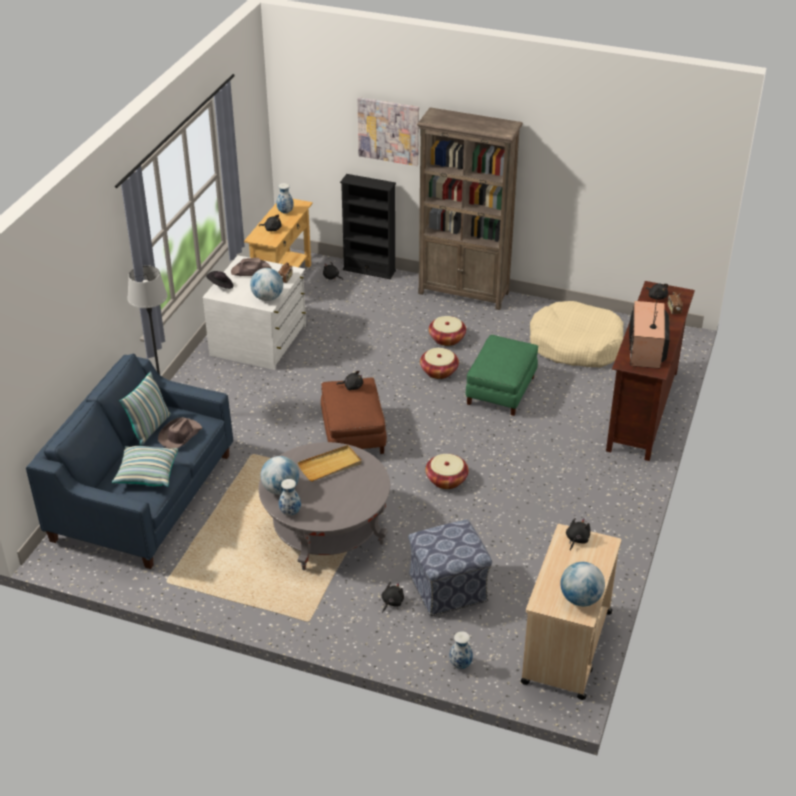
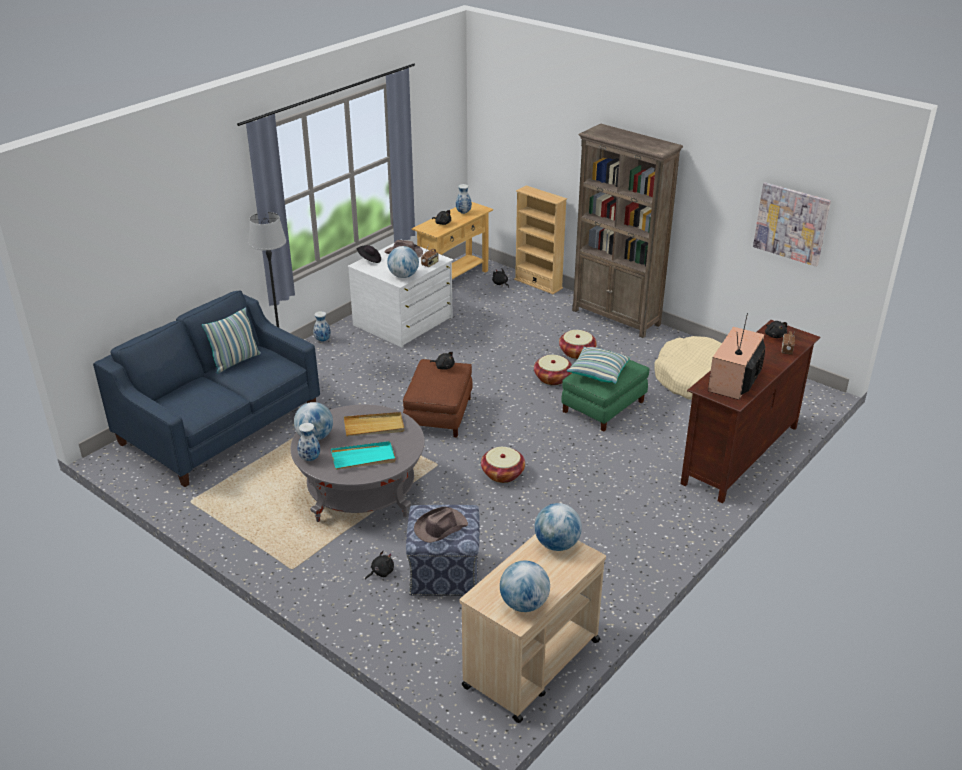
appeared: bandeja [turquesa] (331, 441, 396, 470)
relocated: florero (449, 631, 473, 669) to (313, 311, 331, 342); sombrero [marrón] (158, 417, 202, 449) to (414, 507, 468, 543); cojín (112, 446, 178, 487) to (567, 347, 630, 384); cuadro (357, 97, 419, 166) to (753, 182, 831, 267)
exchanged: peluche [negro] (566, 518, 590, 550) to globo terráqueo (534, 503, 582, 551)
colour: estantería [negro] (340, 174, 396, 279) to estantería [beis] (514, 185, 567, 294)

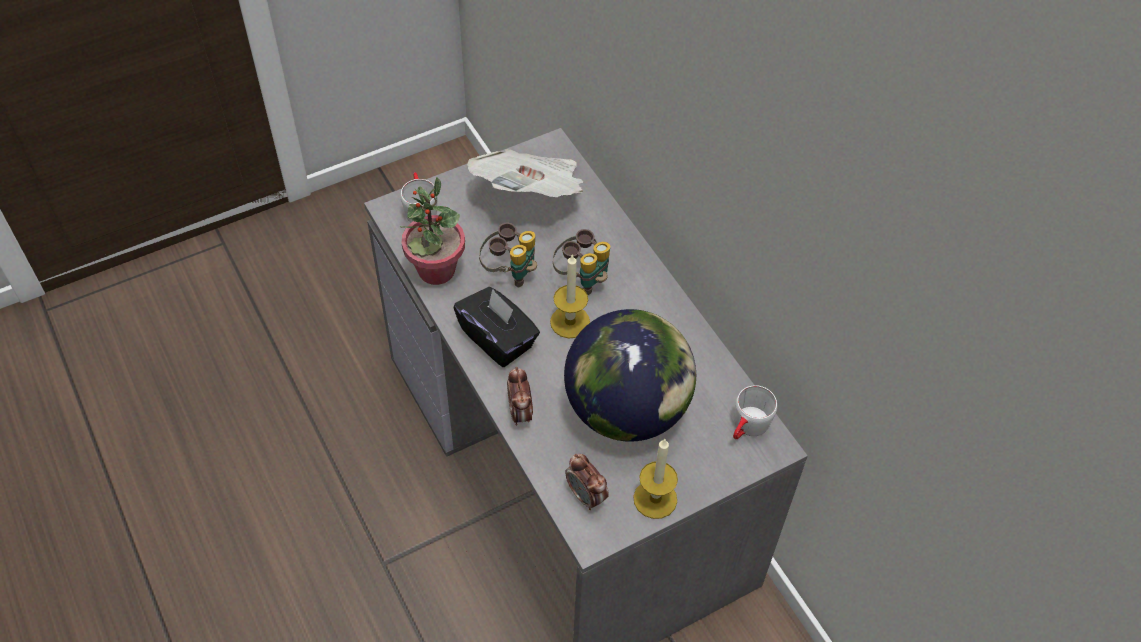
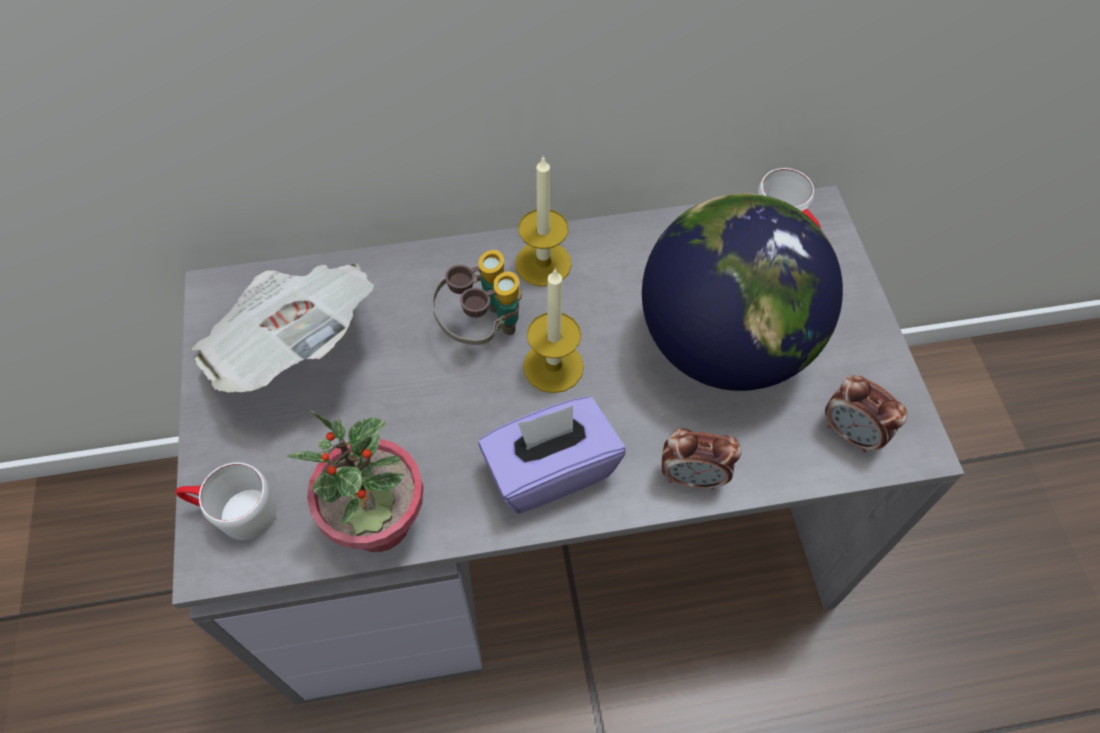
missing: prismáticos (479, 223, 537, 287)
relocated: vela (633, 438, 678, 519) to (515, 156, 572, 287)
colour: caja de pañuelos [negro] (453, 287, 540, 367) to caja de pañuelos [morado] (478, 396, 625, 514)
spun: despertador (565, 454, 609, 510) = (825, 375, 907, 453) 60 degrees clockwise

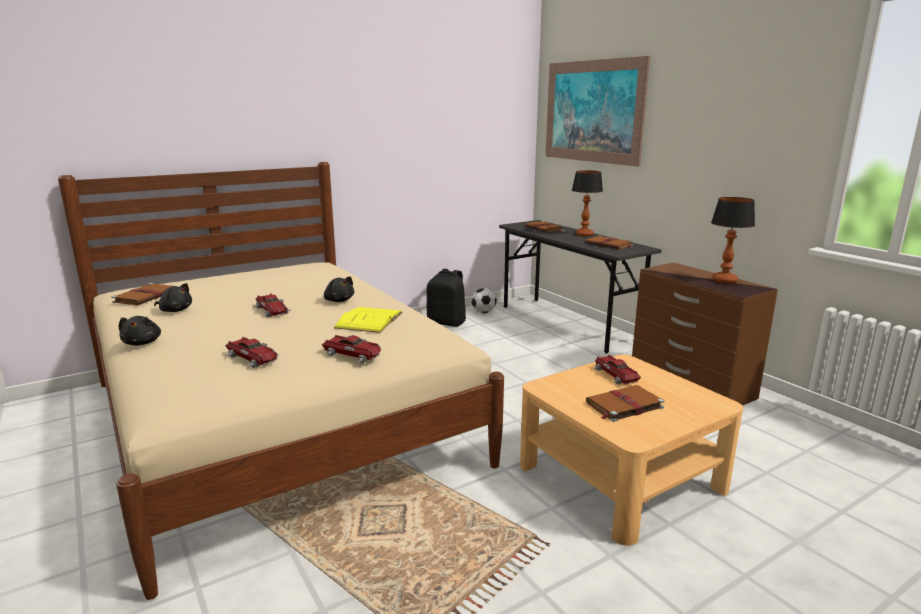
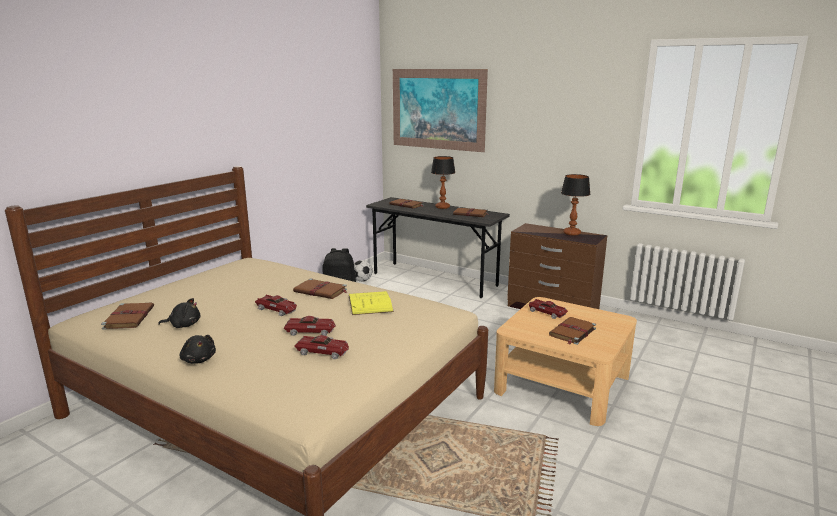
relocated: coche de juguete (322, 335, 381, 363) to (284, 316, 336, 336)
exchanged: peluche [negro] (324, 276, 354, 302) to libro [marrón] (293, 278, 347, 299)

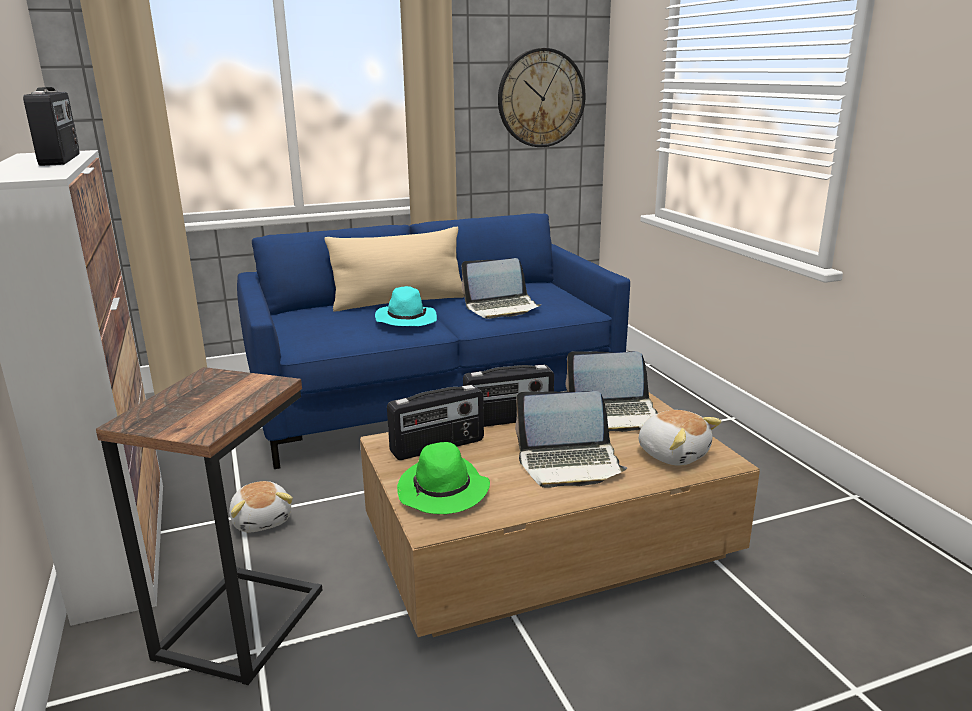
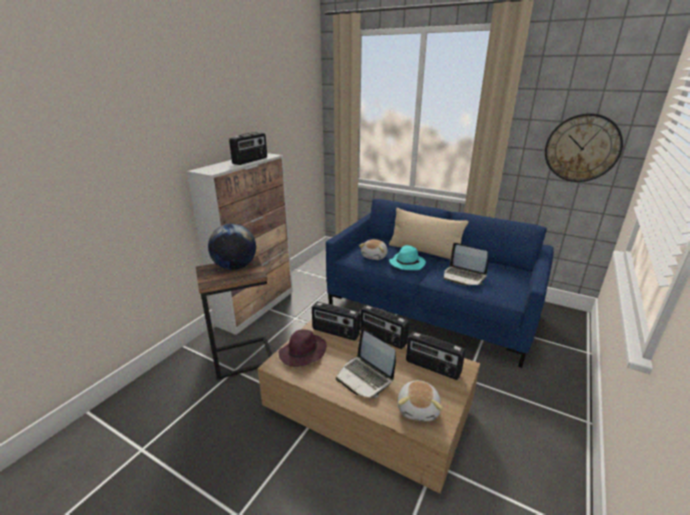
appeared: globo terráqueo (208, 224, 256, 270)
relocated: peluche (229, 481, 293, 533) to (359, 239, 388, 260)
exchanged: portátil (566, 351, 658, 432) to radio (406, 331, 465, 380)
colour: sombrero [verde] (397, 442, 490, 514) to sombrero [morado] (279, 329, 327, 367)

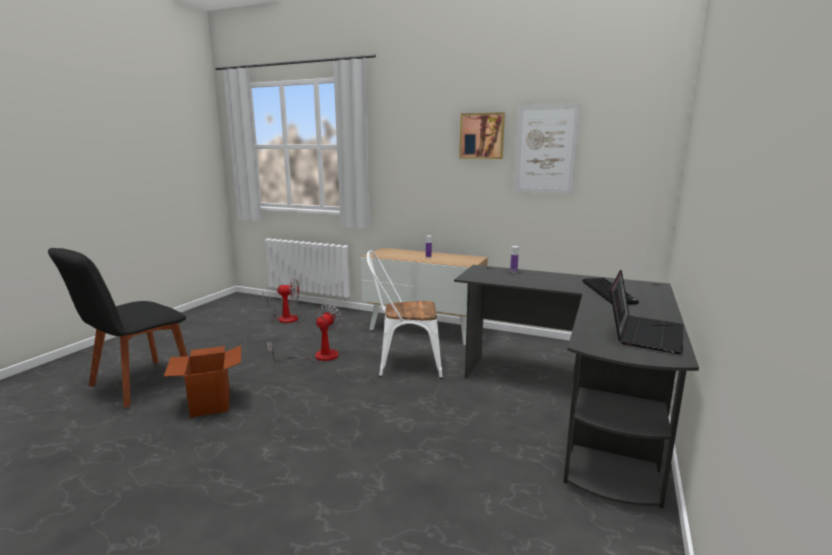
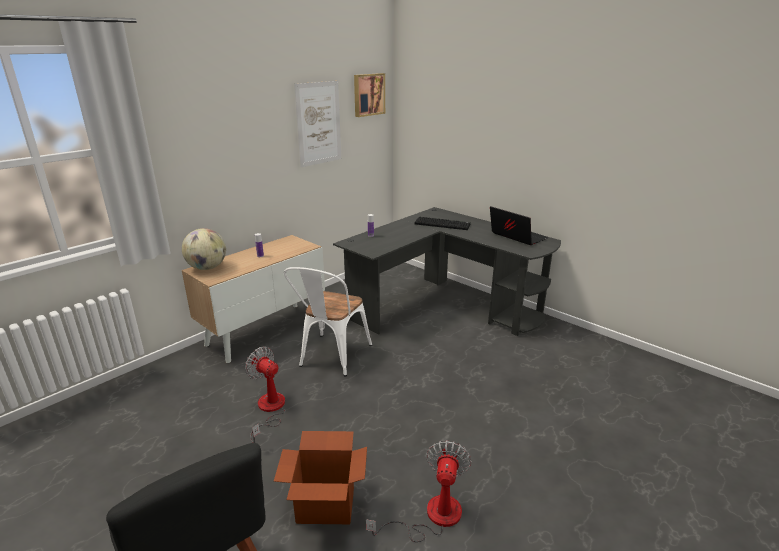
appeared: globo terráqueo (182, 228, 226, 270)
relocated: cuadro (459, 112, 505, 159) to (354, 73, 385, 117); ventilador (263, 278, 299, 323) to (366, 440, 471, 542)

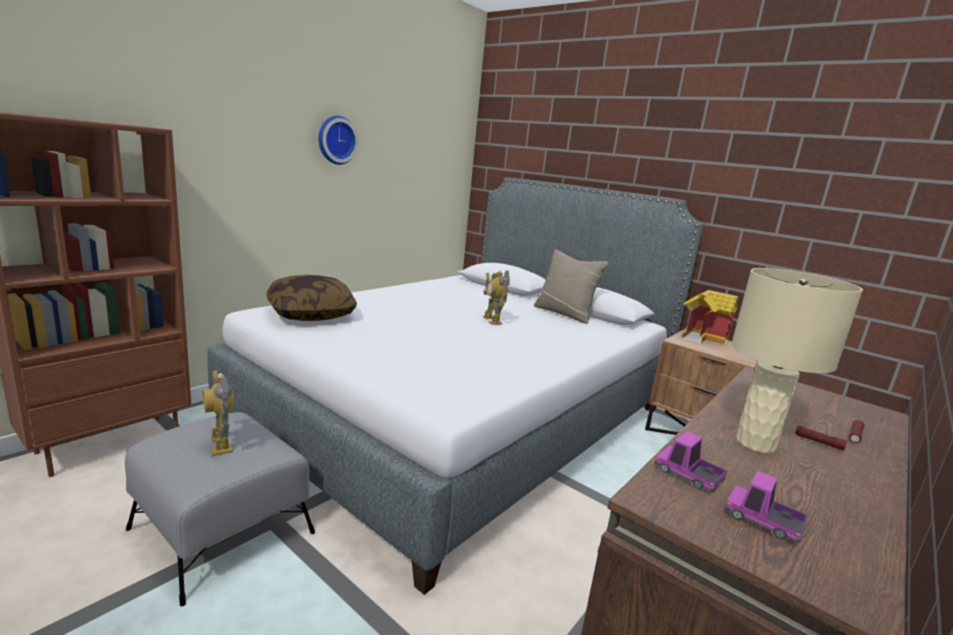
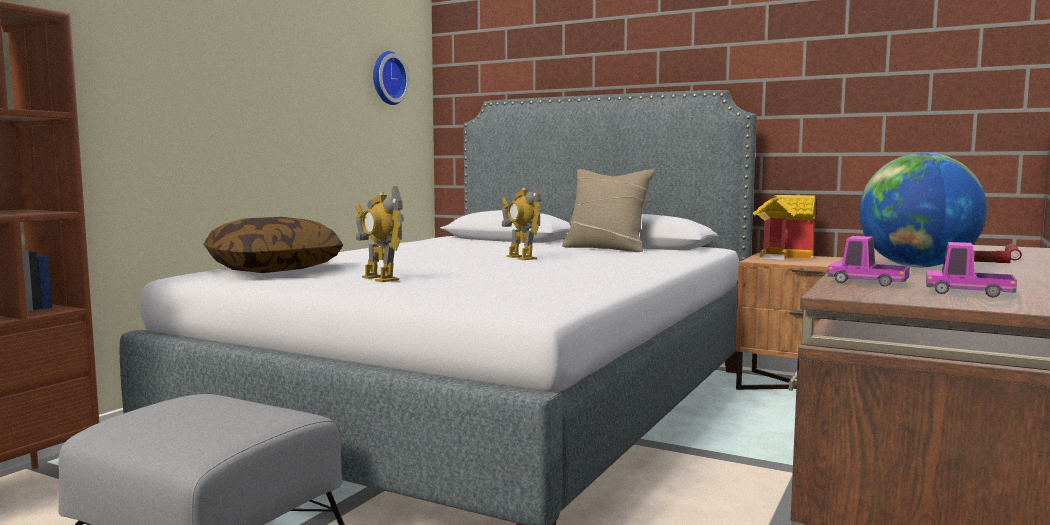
relocated: robot de juguete (203, 370, 234, 456) to (355, 186, 404, 282); reloj de pared (318, 116, 359, 165) to (373, 51, 410, 105)
exchanged: lámpara de mesa [beis] (732, 268, 863, 453) to globo terráqueo (859, 152, 987, 267)

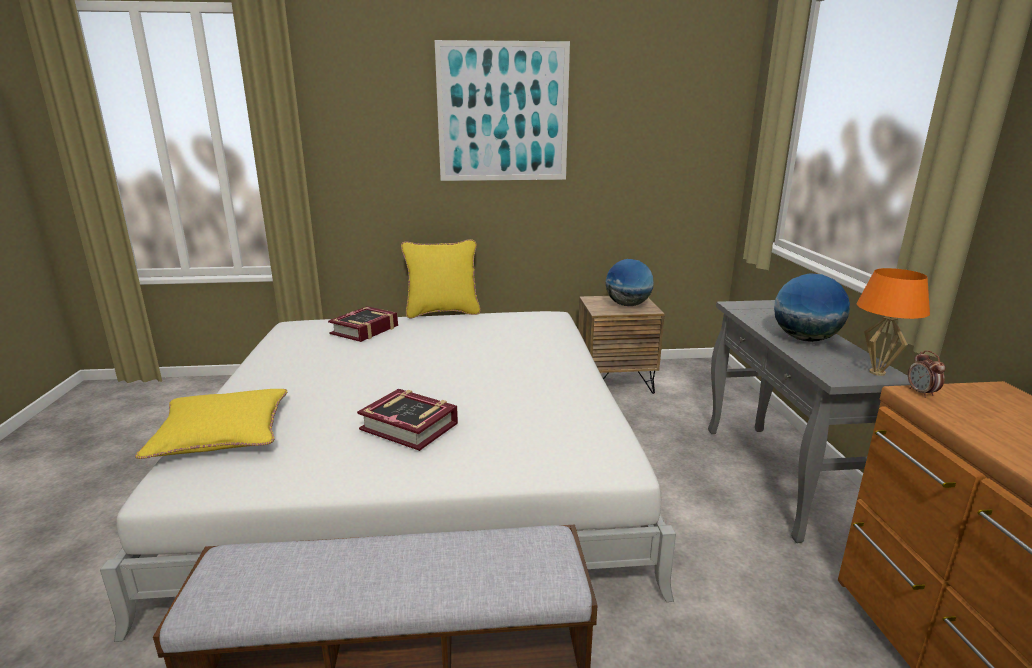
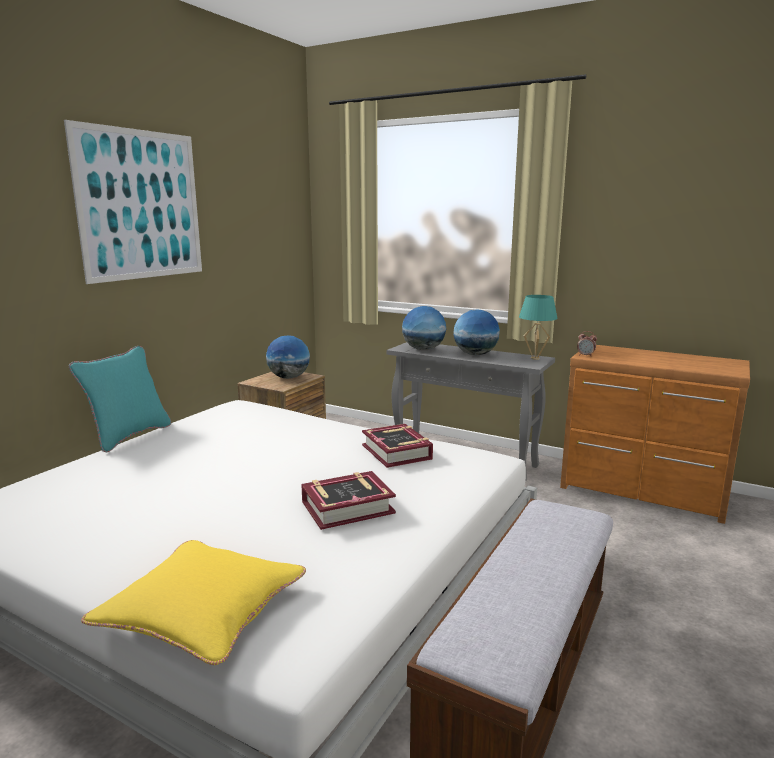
appeared: globo terráqueo (402, 306, 446, 350)
relocated: libro (328, 306, 398, 342) to (362, 424, 433, 468)
colour: cojín [amarillo] (401, 239, 481, 319) to cojín [turquesa] (68, 346, 171, 452); lámpara de mesa [naranja] (857, 268, 930, 376) to lámpara de mesa [turquesa] (519, 295, 558, 360)

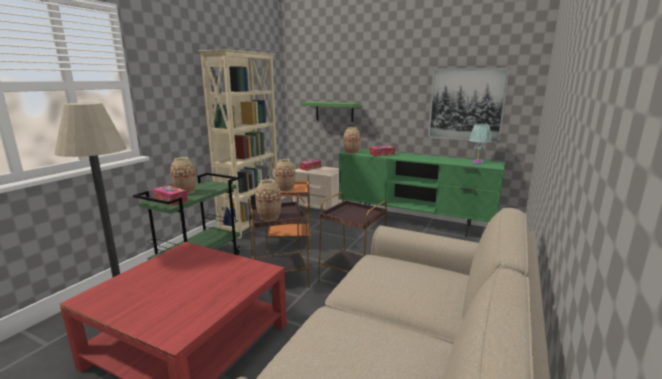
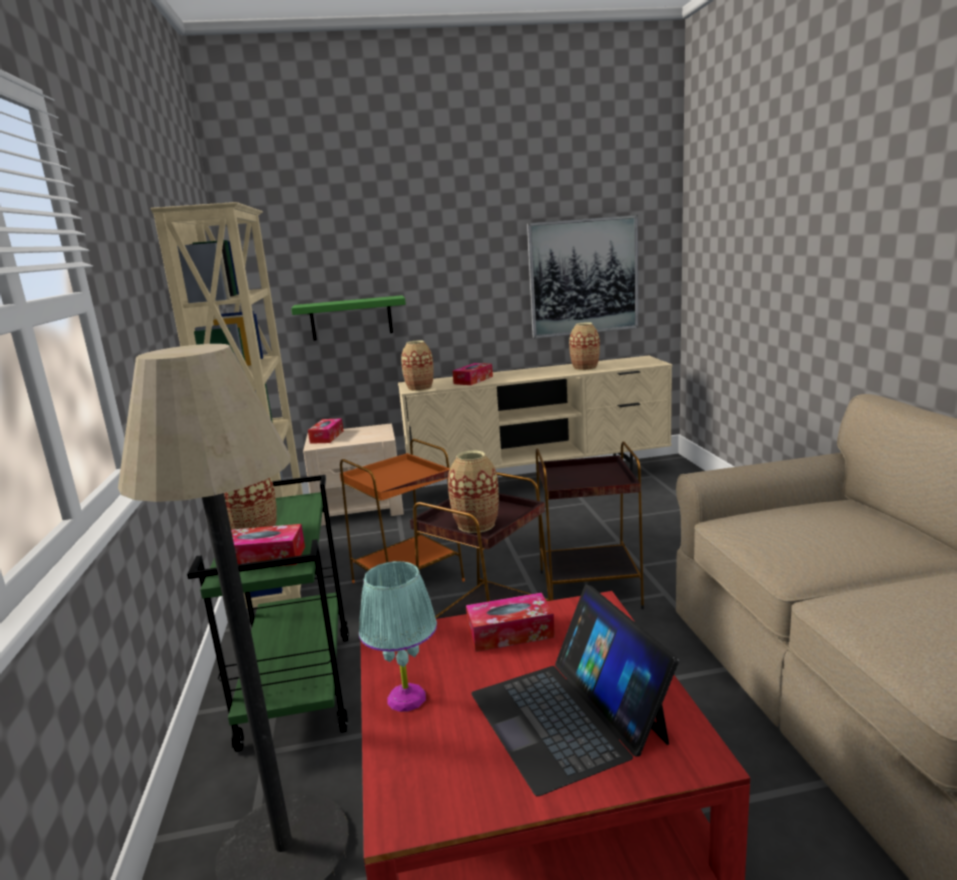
appeared: caja de pañuelos (466, 593, 555, 652); portátil (471, 585, 679, 796)
relocated: lámpara de mesa [turquesa] (469, 124, 491, 164) to (359, 561, 437, 712); florero (275, 159, 295, 192) to (569, 323, 600, 371)
colour: mueble de televisión [verde] (339, 149, 505, 237) to mueble de televisión [beis] (398, 356, 672, 485)

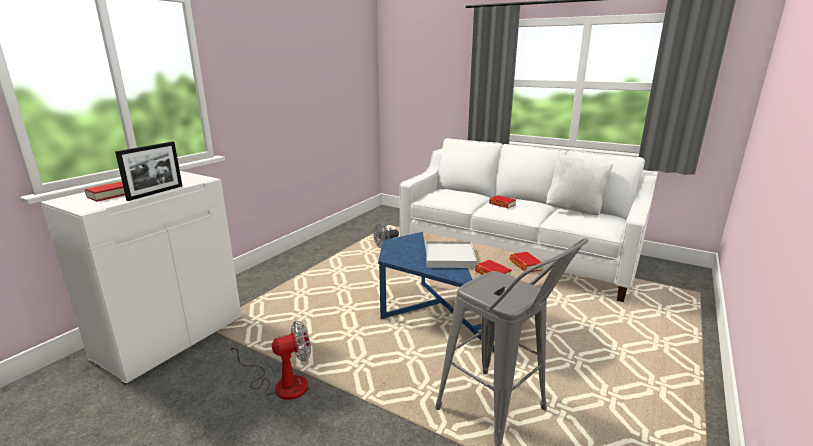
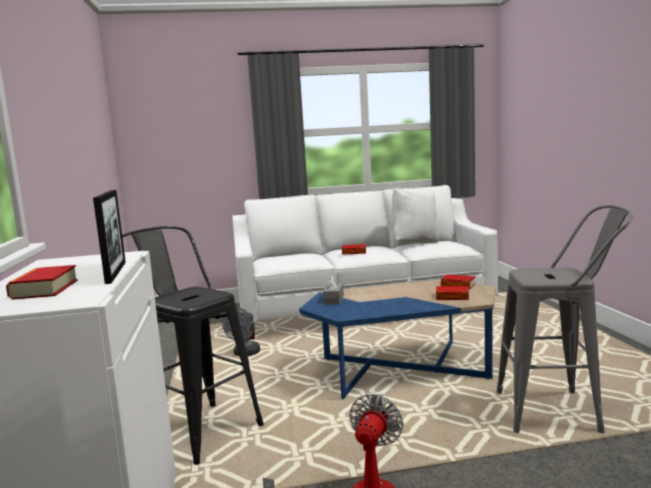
missing: bandeja [blanco] (426, 241, 477, 268)
appeared: taburete [negro] (122, 226, 264, 465); caja de pañuelos [gris] (323, 275, 344, 304)

